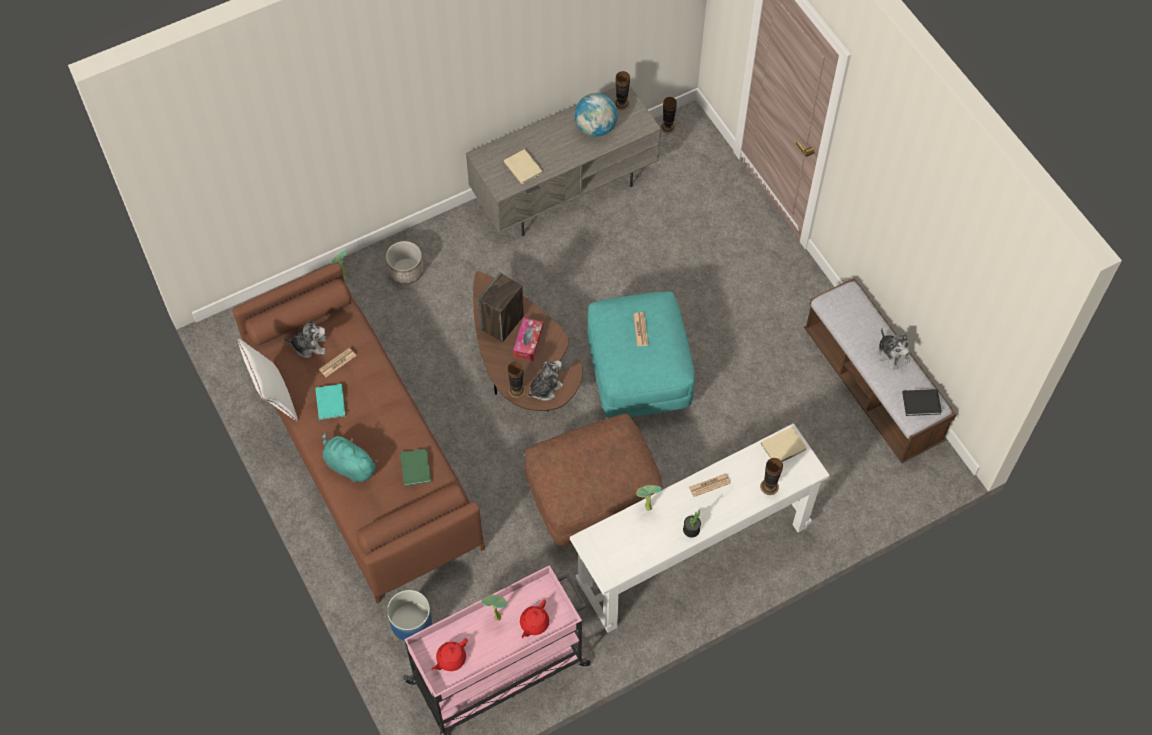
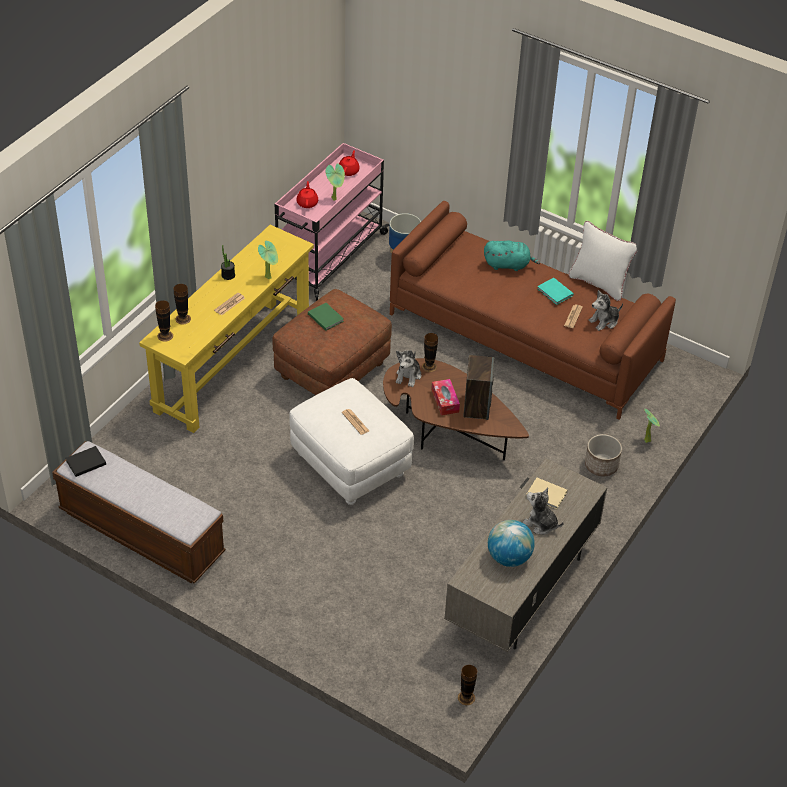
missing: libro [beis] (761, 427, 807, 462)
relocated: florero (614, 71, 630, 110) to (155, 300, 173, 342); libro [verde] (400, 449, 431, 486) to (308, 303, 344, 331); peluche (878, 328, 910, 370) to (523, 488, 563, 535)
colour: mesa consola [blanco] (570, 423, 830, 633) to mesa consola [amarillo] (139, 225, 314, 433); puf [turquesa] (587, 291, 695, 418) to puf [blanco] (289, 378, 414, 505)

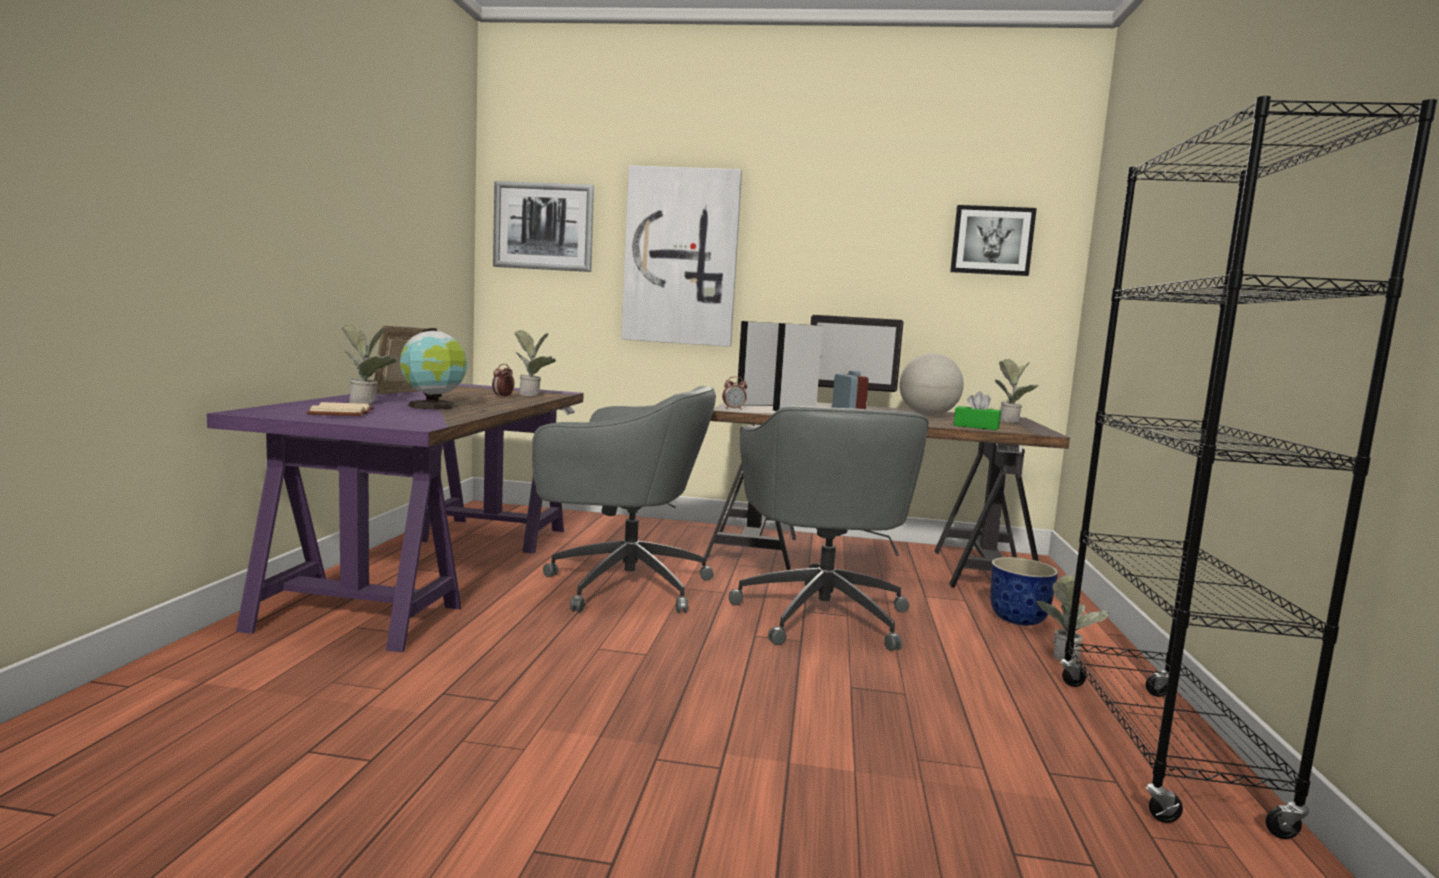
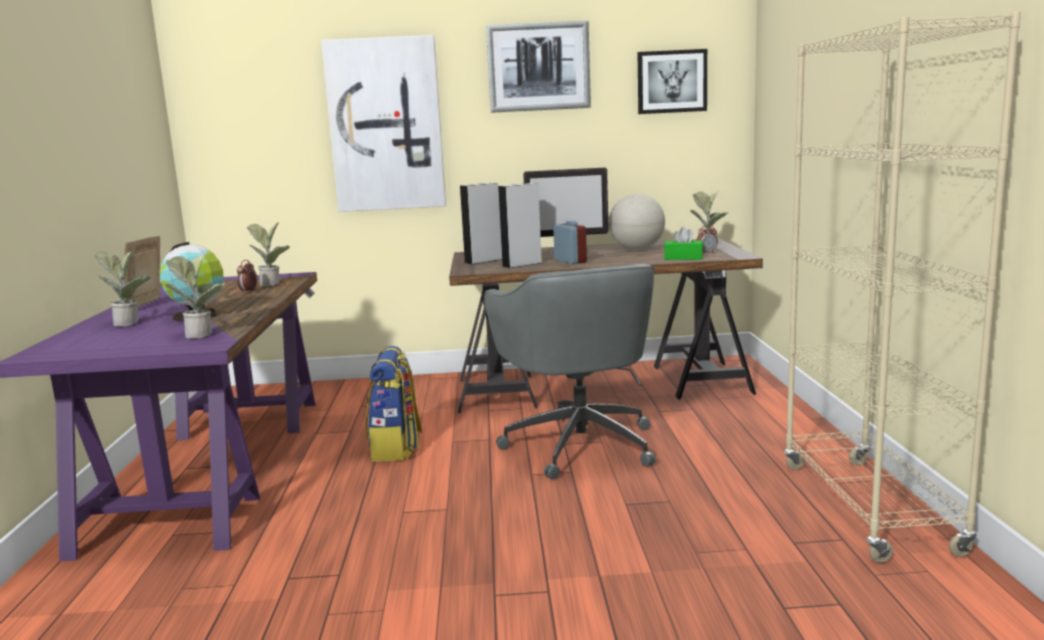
missing: libro [beis] (307, 402, 374, 416); maceta (990, 557, 1058, 625)
relocated: planta en maceta (1036, 575, 1111, 663) to (165, 253, 225, 339); cuadro (493, 181, 594, 272) to (486, 20, 591, 113); despertador (722, 376, 747, 410) to (696, 225, 718, 254)
exchanged: silla de oficina [gris] (532, 386, 716, 613) to mochila (366, 346, 422, 462)
colour: estantería [negro] (1060, 96, 1437, 839) to estantería [beis] (784, 12, 1021, 563)

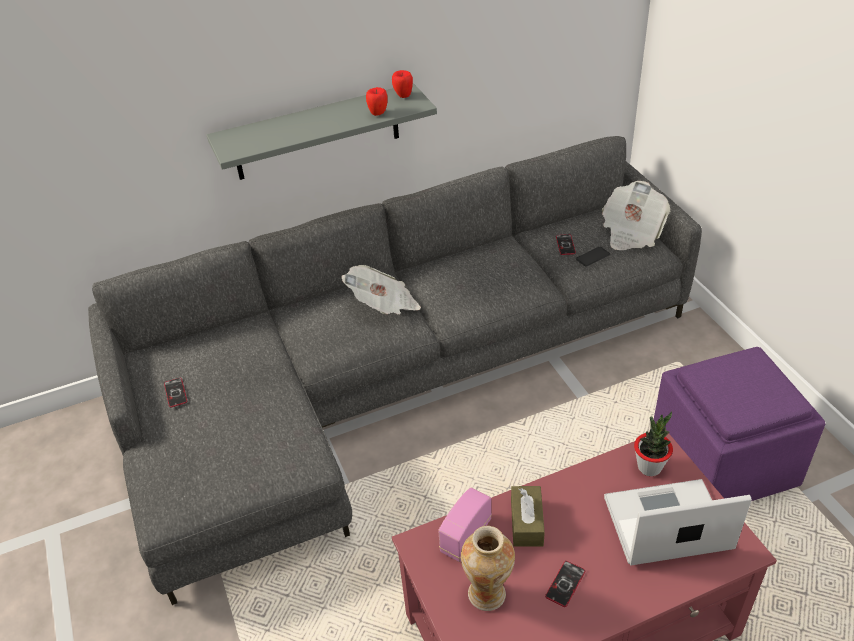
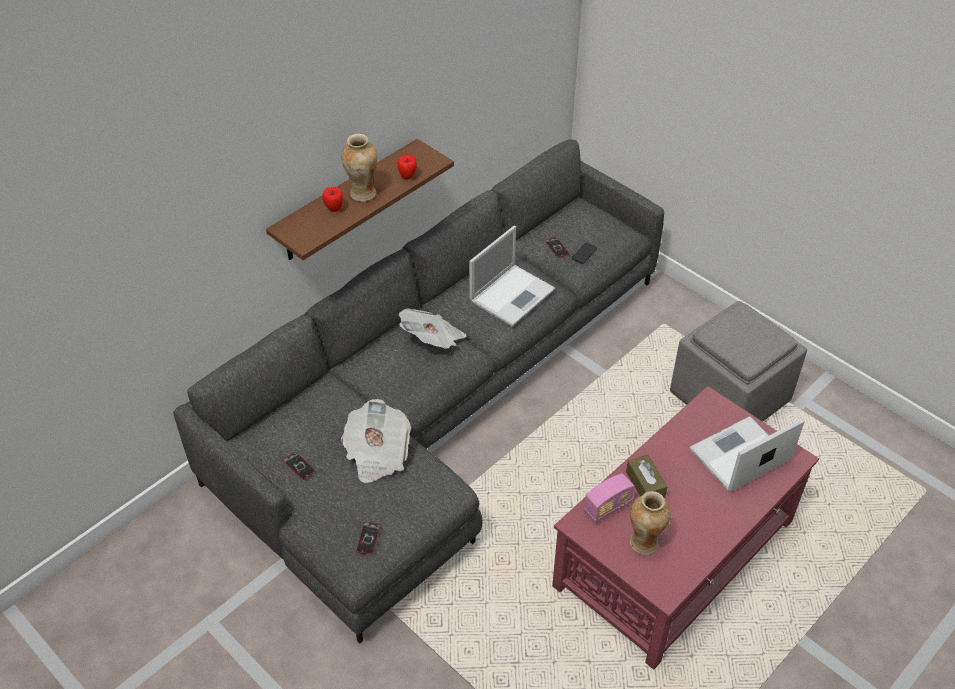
missing: planta en maceta (634, 411, 673, 476)
appeared: florero (341, 134, 378, 202); portátil (469, 226, 555, 327)
relocated: manzana (392, 70, 413, 98) to (322, 187, 343, 212); periódico (602, 181, 670, 250) to (341, 399, 411, 483); móvil (545, 561, 585, 607) to (356, 522, 381, 555)
colour: estante [gris] (207, 83, 437, 180) to estante [marrón] (266, 139, 454, 260); puf [morado] (654, 347, 825, 501) to puf [gris] (670, 301, 807, 422)
spun: radio (438, 488, 492, 562) = (584, 473, 634, 523) 135 degrees counterclockwise

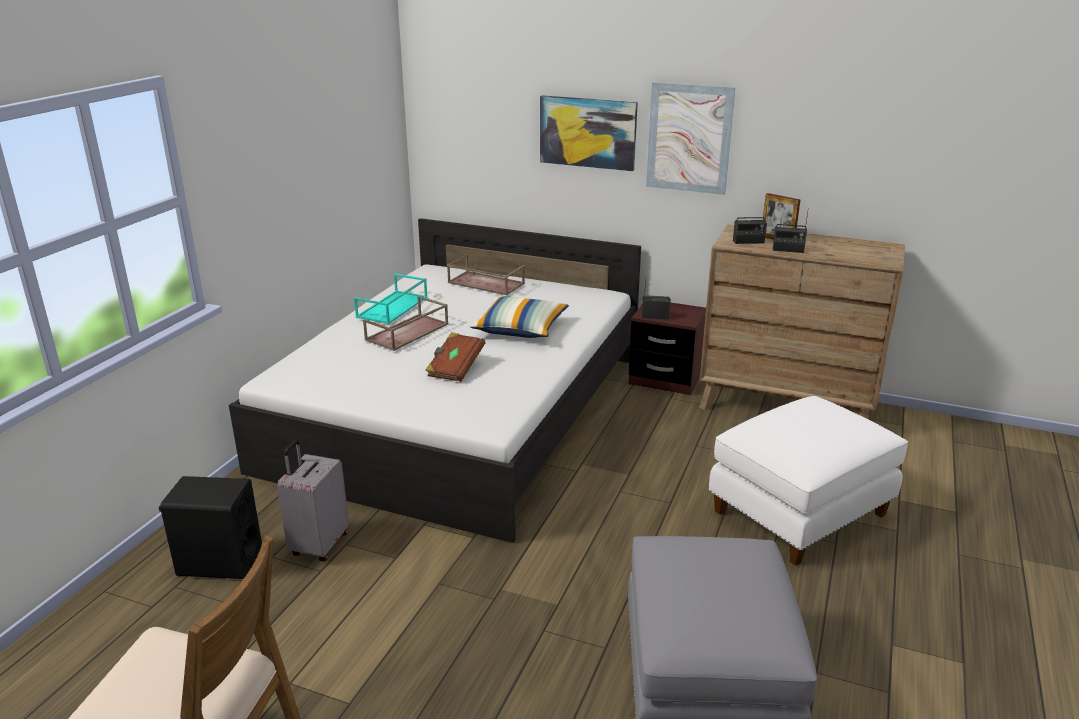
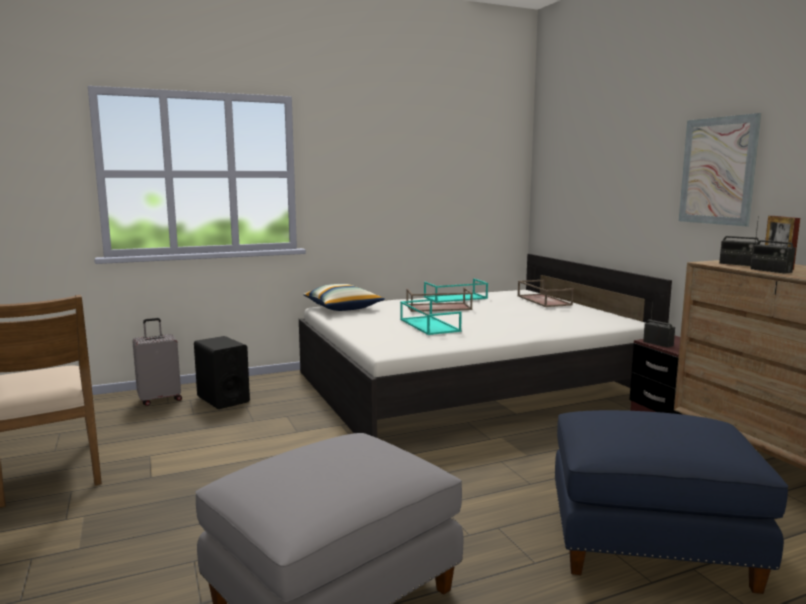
missing: cuadro (540, 95, 638, 171)
relocated: maleta [gris] (277, 440, 349, 561) to (132, 318, 182, 406); cojín (470, 297, 569, 338) to (303, 284, 385, 311)
exchanged: libro [marrón] (426, 332, 485, 382) to bandeja [turquesa] (400, 299, 462, 335)
colour: puf [blanco] (709, 396, 908, 566) to puf [azul] (555, 410, 789, 594)

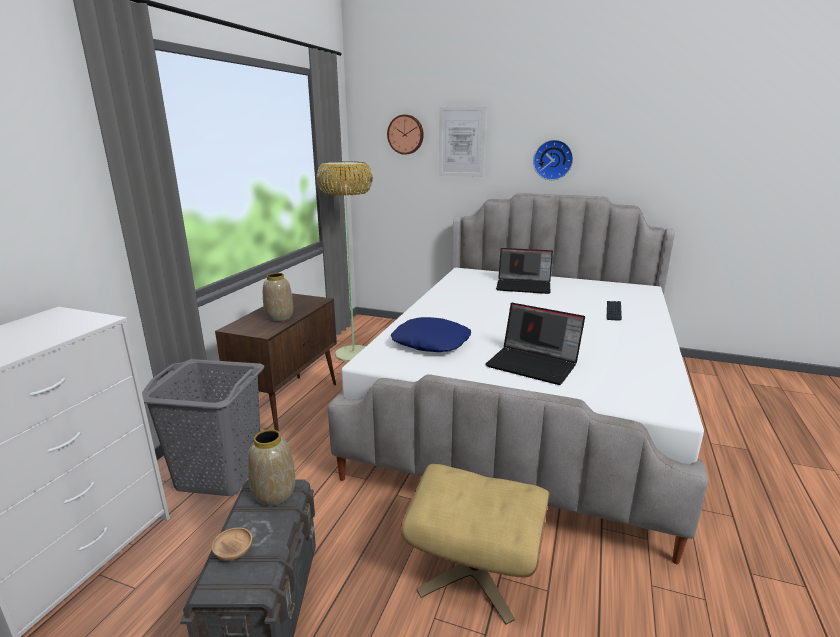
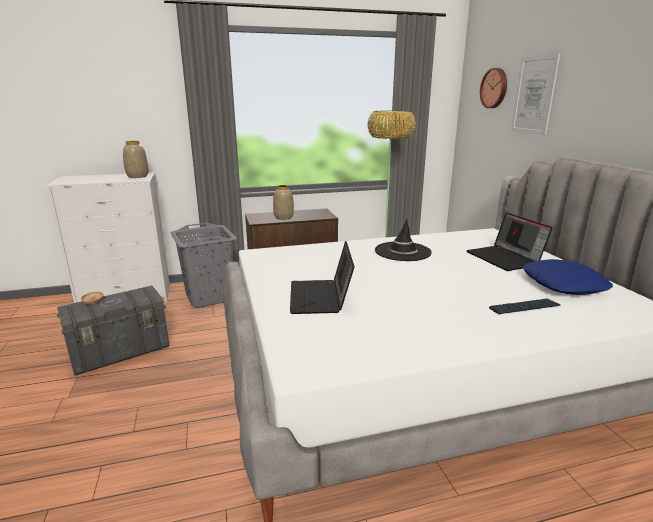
missing: puf [beis] (401, 464, 550, 625); reloj de pared (533, 140, 573, 180)
appeared: sombrero [negro] (375, 219, 432, 261)
relocated: florero (247, 429, 295, 506) to (123, 141, 148, 178); cojín [azul] (391, 317, 471, 352) to (523, 259, 613, 295)

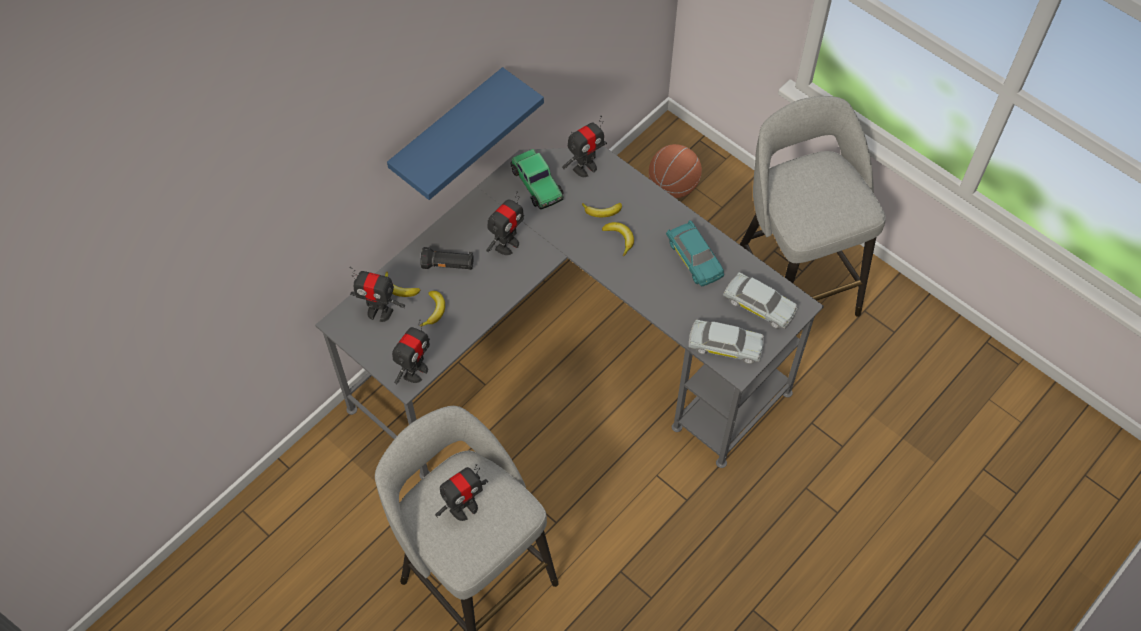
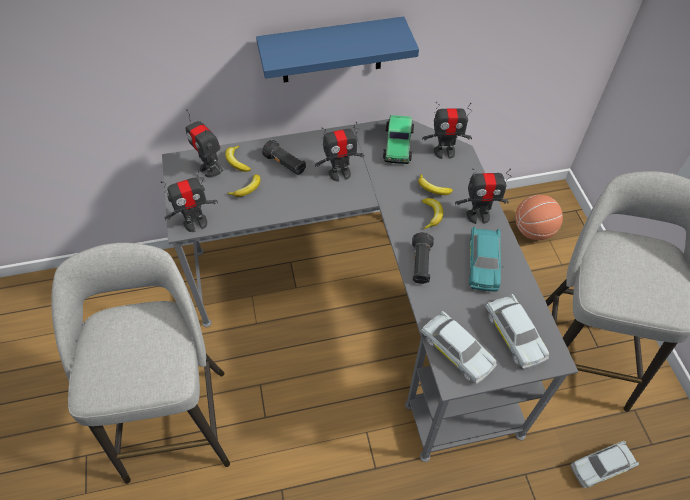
appeared: linterna [negro] (412, 232, 434, 284); coche de juguete [blanco] (571, 441, 639, 488)
relocated: robot de juguete (435, 464, 488, 521) to (455, 168, 511, 224)

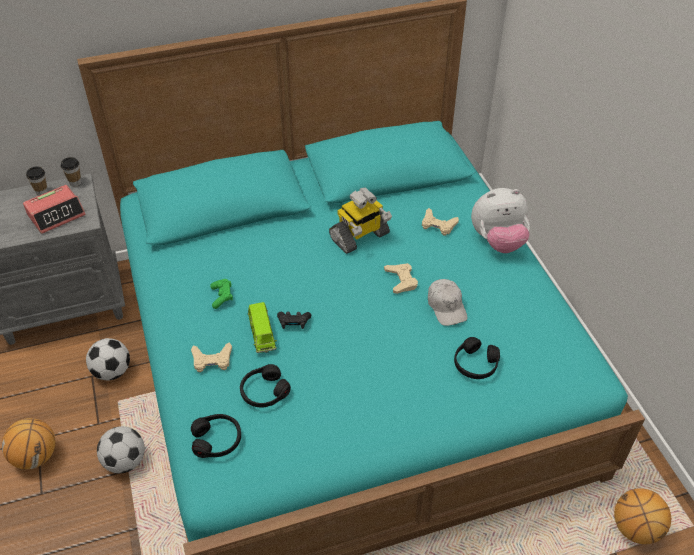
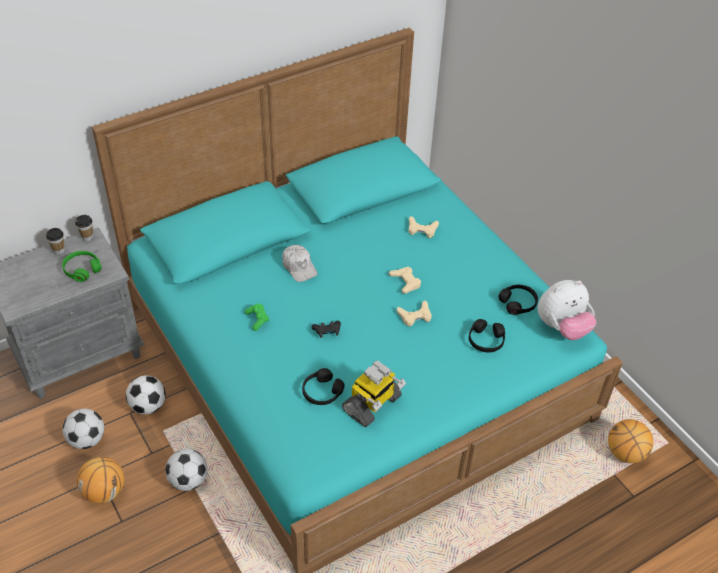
missing: coche de juguete [verde] (248, 302, 277, 353)
appeared: balón de fútbol (63, 409, 104, 449)
relocated: gorra [blanco] (428, 279, 468, 326) to (282, 245, 317, 282); robot de juguete (329, 188, 392, 254) to (342, 360, 406, 427); mando de consola [beis] (191, 342, 232, 372) to (397, 300, 432, 327); auriculares [negro] (191, 414, 241, 458) to (499, 285, 538, 315); peluche (471, 188, 530, 253) to (538, 280, 596, 340)
exchanged: despertador (23, 185, 86, 234) to auriculares [verde] (62, 251, 102, 282)

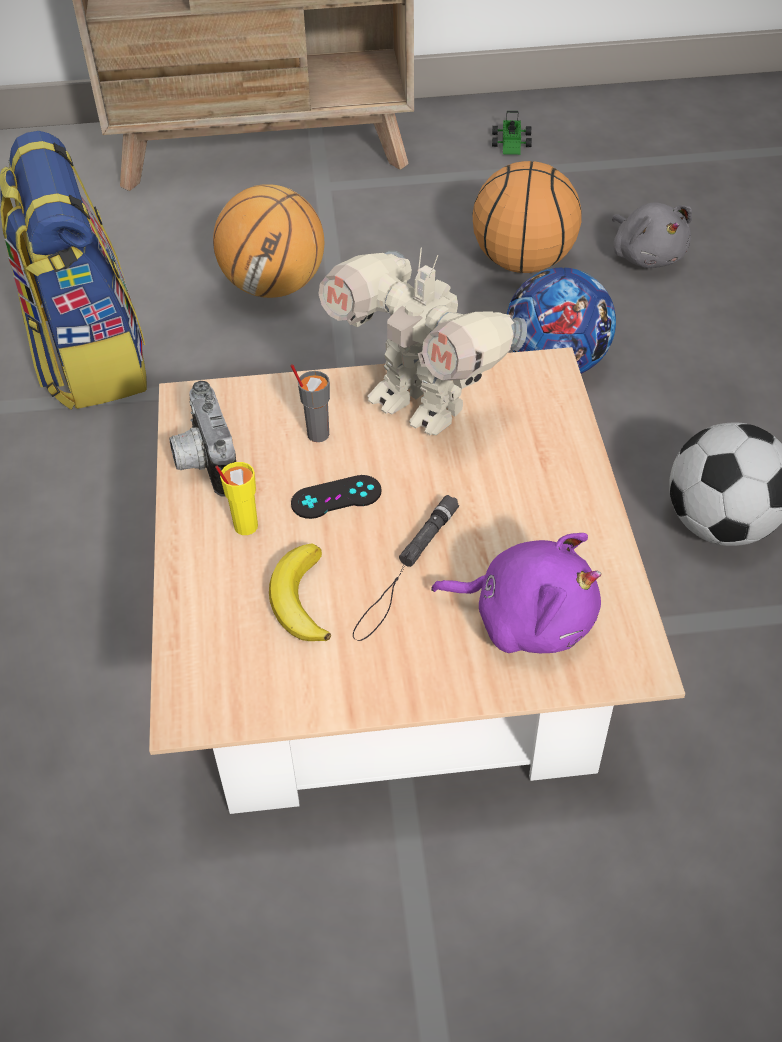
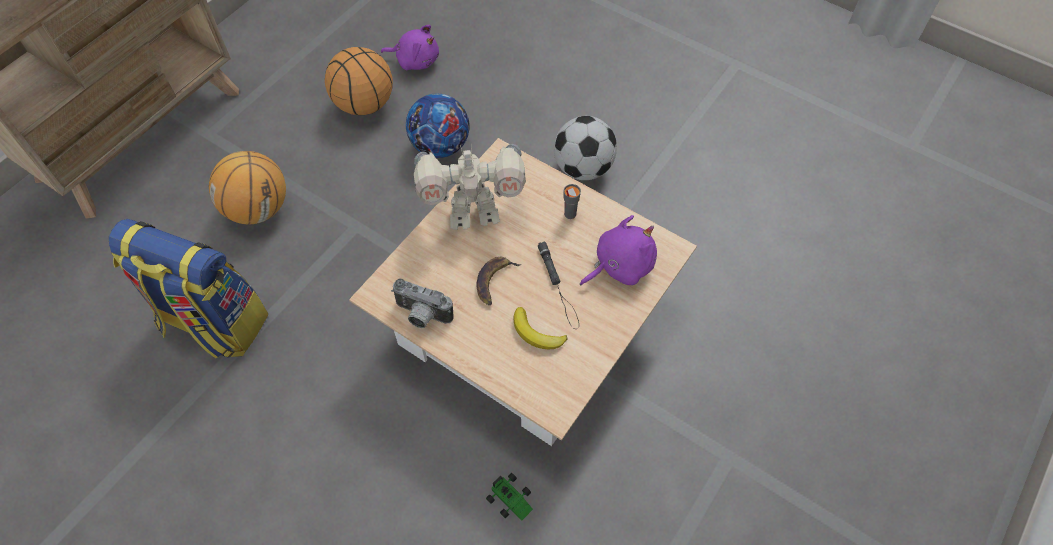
missing: taza [amarillo] (215, 462, 258, 535)
relocated: coche de juguete (492, 111, 532, 155) to (486, 473, 533, 521); taza [gris] (291, 364, 330, 442) to (564, 184, 581, 219)
exchanged: mando de consola [negro] (291, 475, 381, 519) to plátano (476, 257, 521, 305)
colour: peluche [gris] (612, 203, 692, 268) to peluche [morado] (381, 25, 439, 70)

